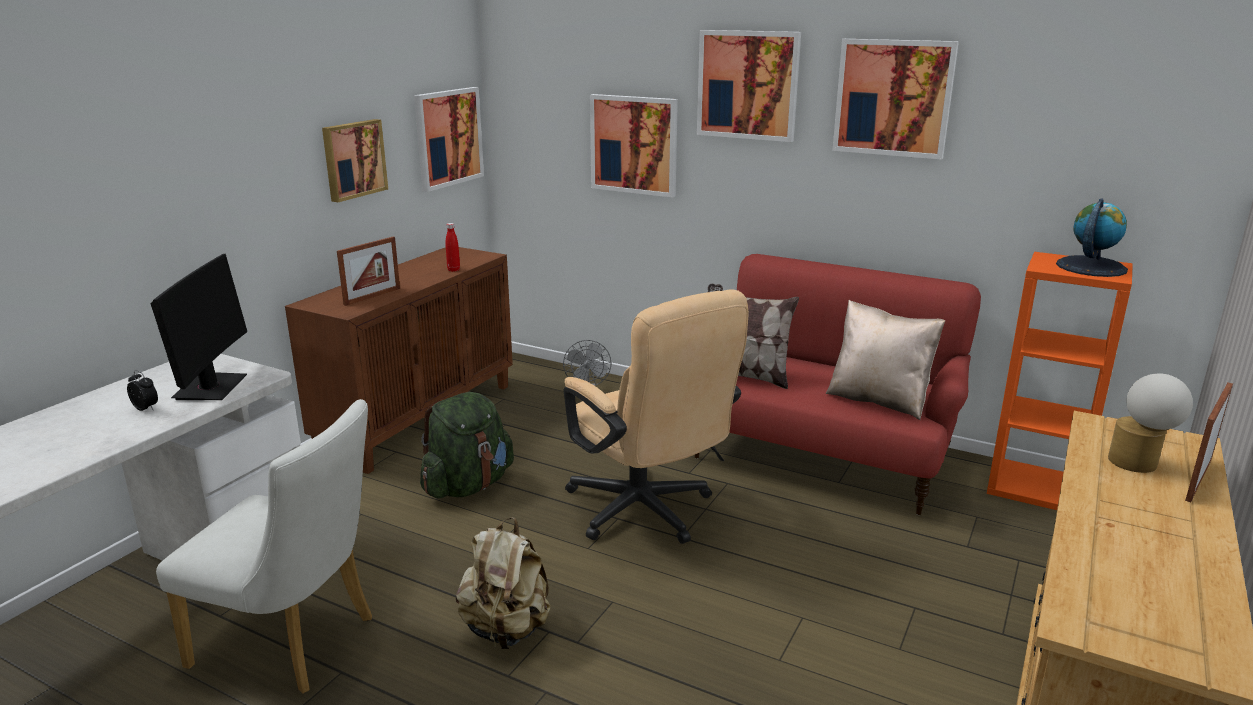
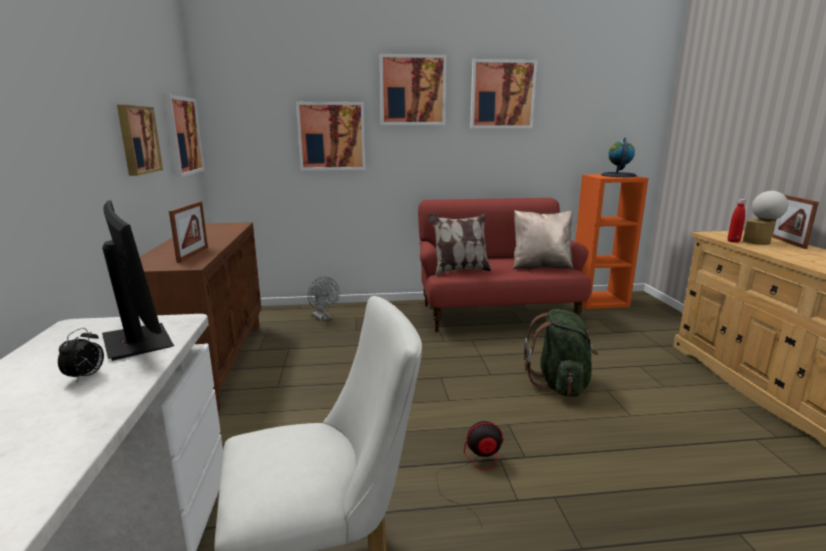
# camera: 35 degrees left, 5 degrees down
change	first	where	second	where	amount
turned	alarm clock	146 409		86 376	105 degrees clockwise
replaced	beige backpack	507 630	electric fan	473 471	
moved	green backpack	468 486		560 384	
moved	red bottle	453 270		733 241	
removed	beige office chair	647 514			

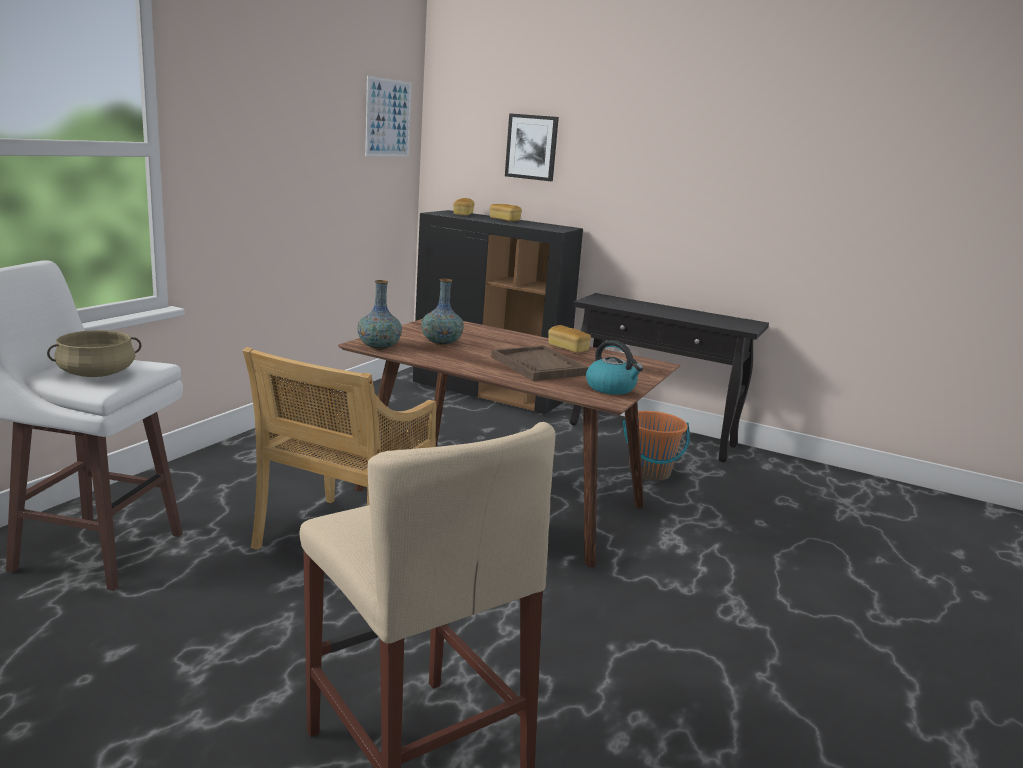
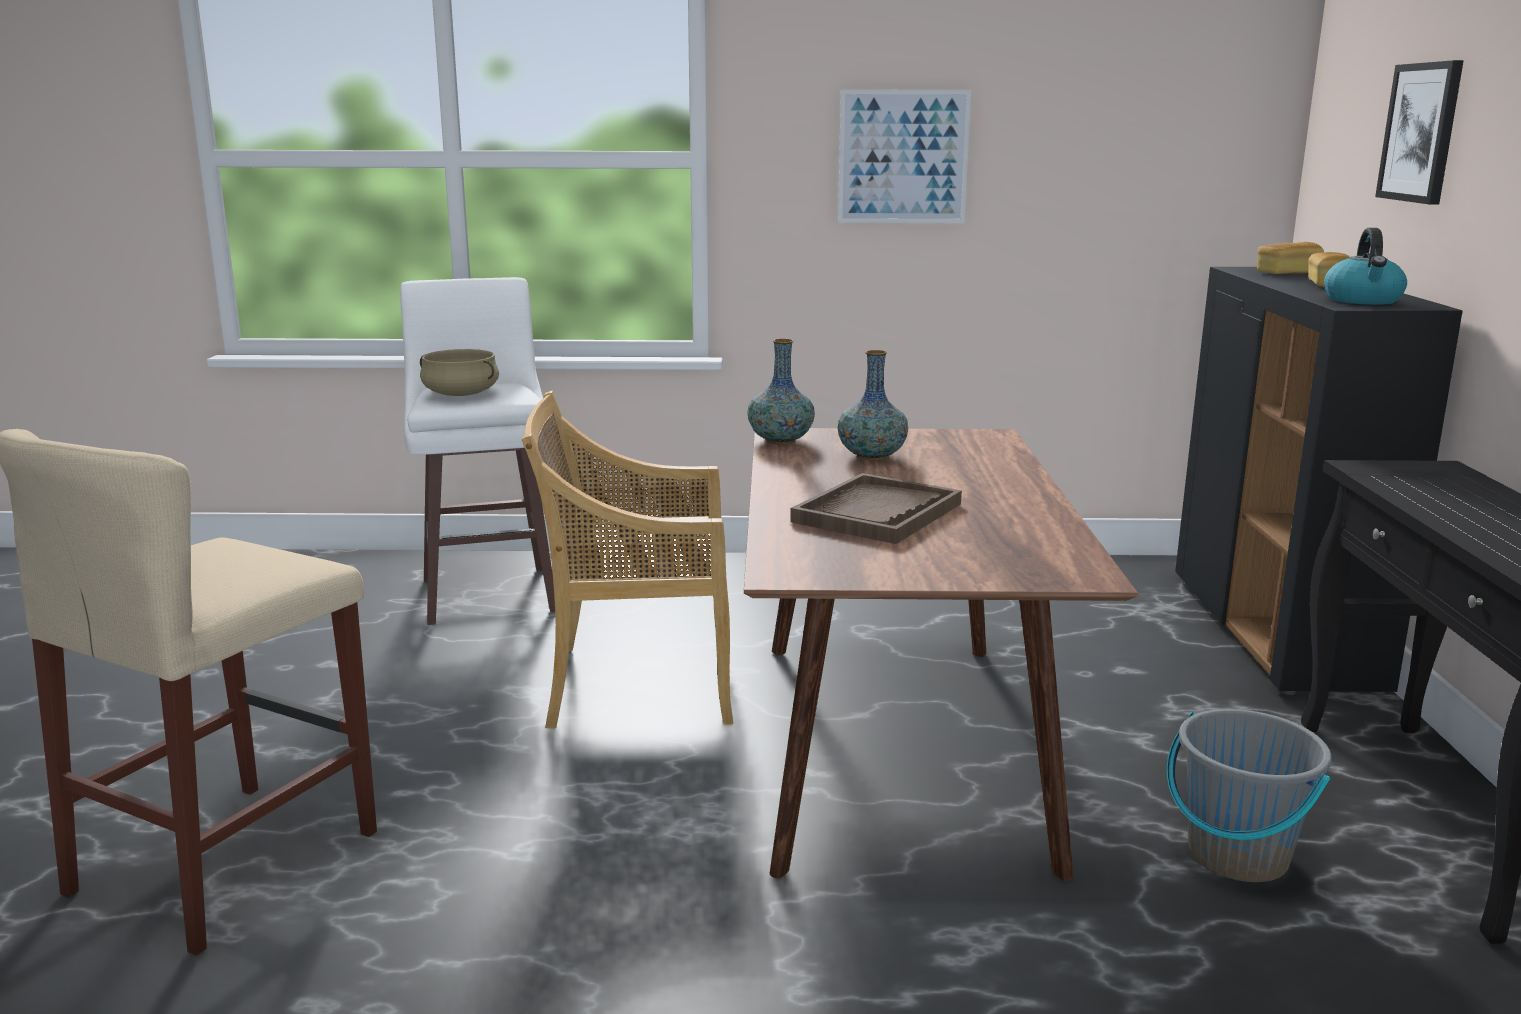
# camera: 65 degrees right, 0 degrees up
change	first	where	second	where	amount
moved	picture	388 118		903 157	
recoloured	orange pail	649 473	grey pail	1237 856	
moved	water kettle	611 388		1363 300	
removed	bakery bread	568 349			

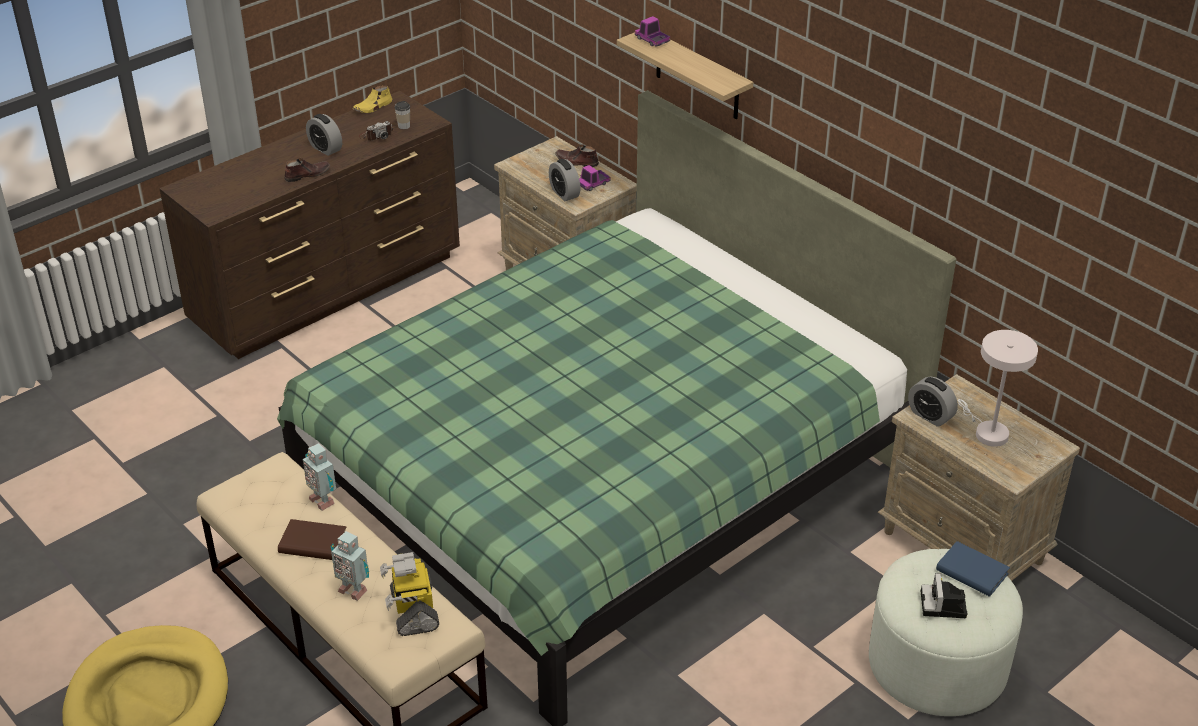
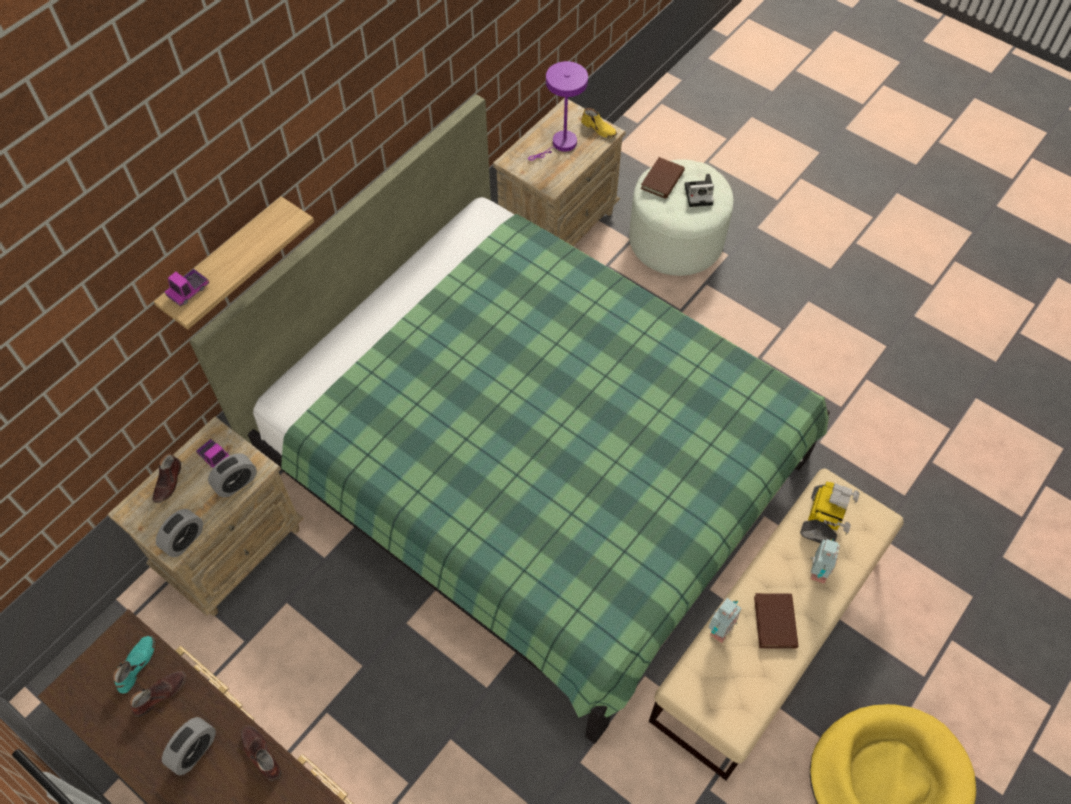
# camera: 100 degrees left, 20 degrees up
change	first	where	second	where	amount
replaced	drinking cup	404 126	turquoise low shoe	136 665	
replaced	photo camera	376 135	brownish low shoe	160 694	
moved	alarm clock	930 415		184 540	
recoloured	whitish table lamp	987 432	purple-coloured table lamp	561 145	
moved	yellow low shoe	373 107		599 129	
recoloured	blue bound book	971 572	brownish bound book	662 180	
turned	toy robot	413 610		823 520	45 degrees counterclockwise

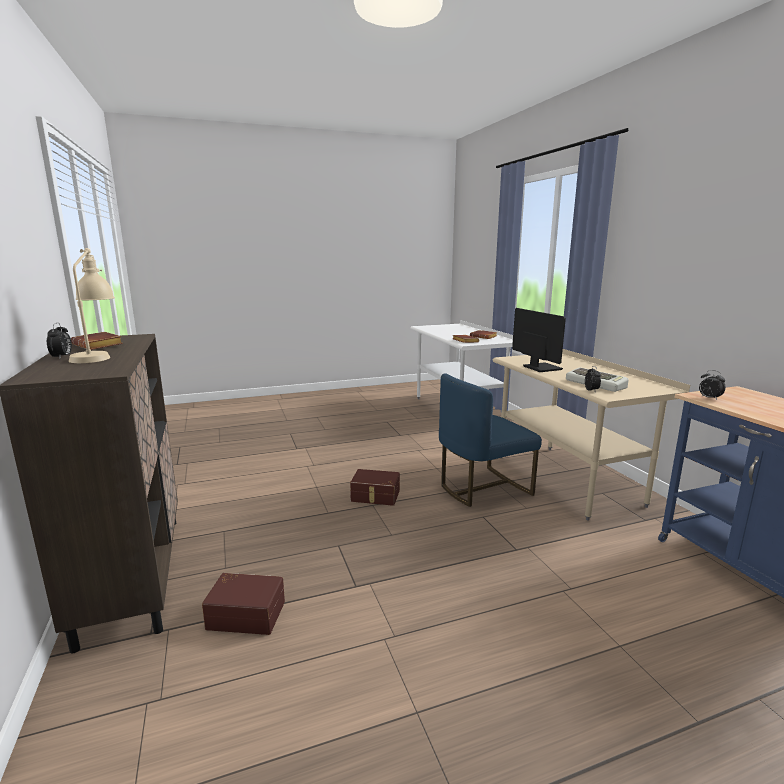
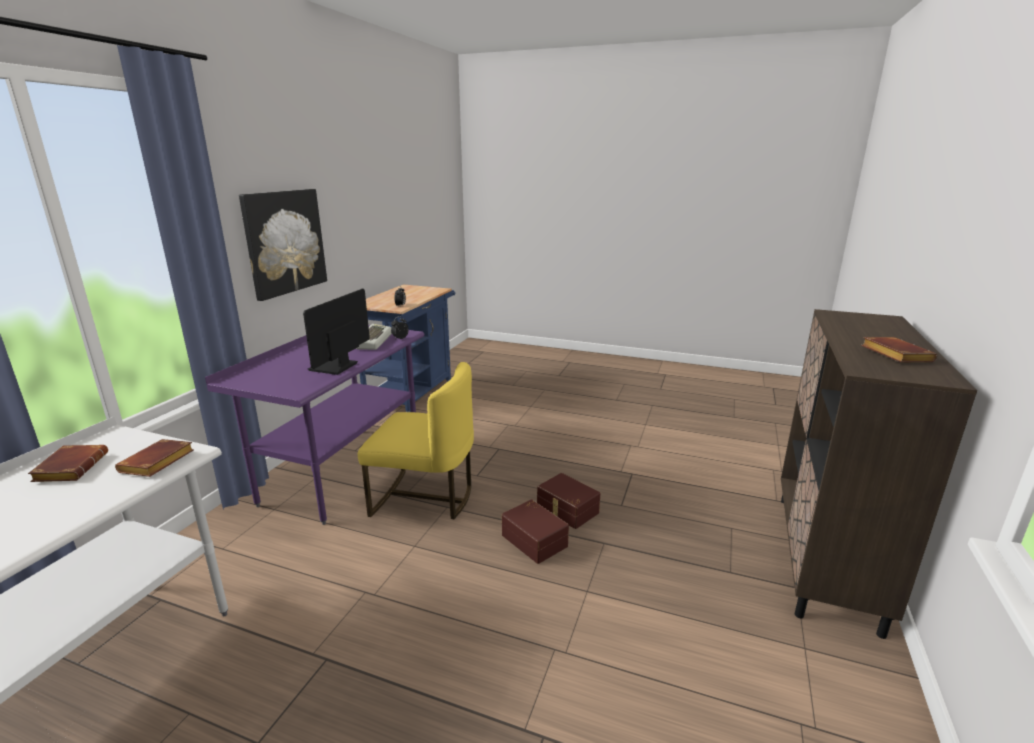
# camera: 140 degrees left, 5 degrees up
change	first	where	second	where	amount
recoloured	beige desk unit	566 479	purple-coloured desk unit	344 471	
added			picture	284 242	
recoloured	blue chair	482 488	yellow chair	424 498	
moved	brownish storage box	247 613		566 510	
removed	alarm clock	62 357			
removed	beige table lamp	97 356			

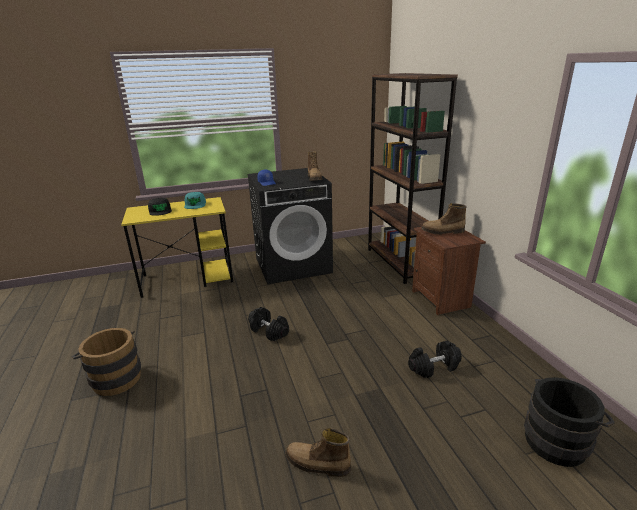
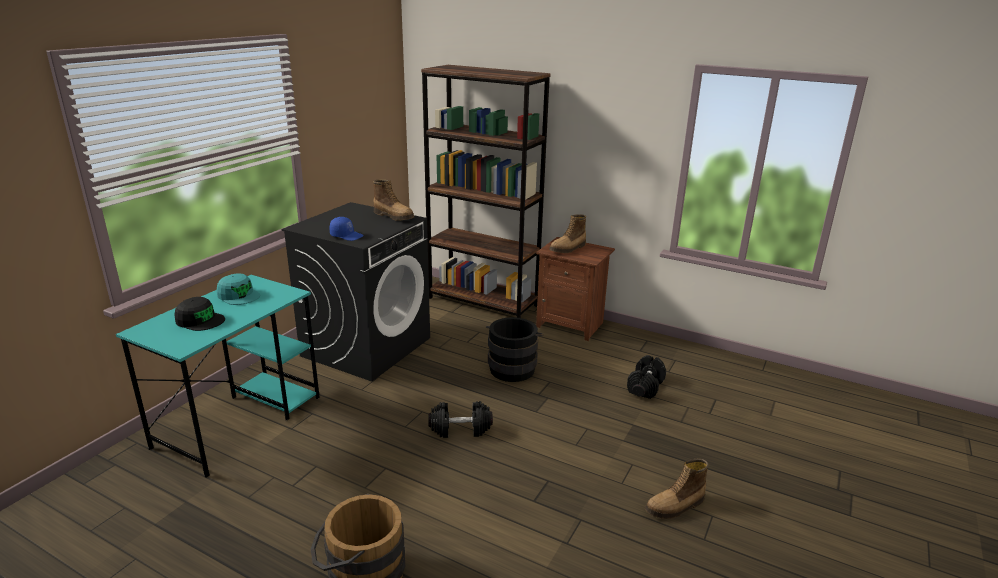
# camera: 45 degrees left, 0 degrees up
change	first	where	second	where	amount
recoloured	yellow desk unit	188 278	turquoise desk unit	240 421	
moved	black pail	558 439		513 367	

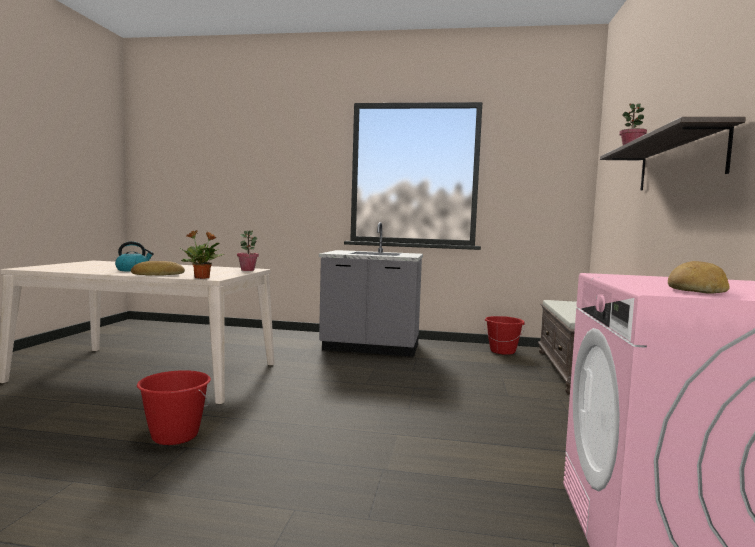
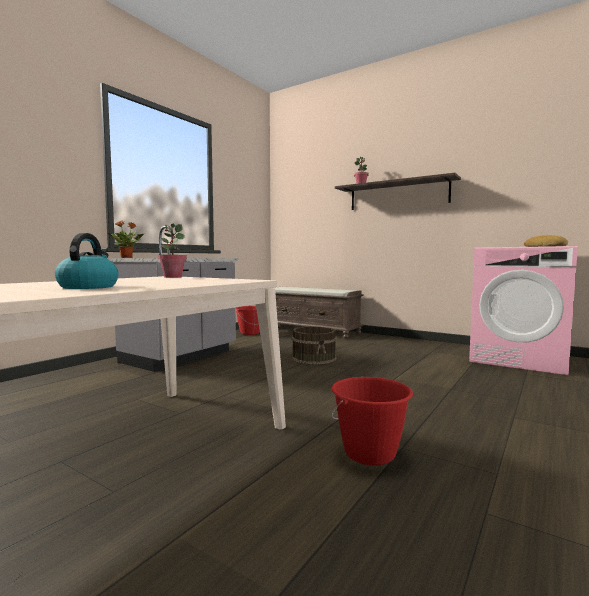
# camera: 65 degrees left, 0 degrees up
change	first	where	second	where	amount
moved	houseplant	202 278		127 257	
added			brownish pail	314 358	
removed	bakery bread	157 274			

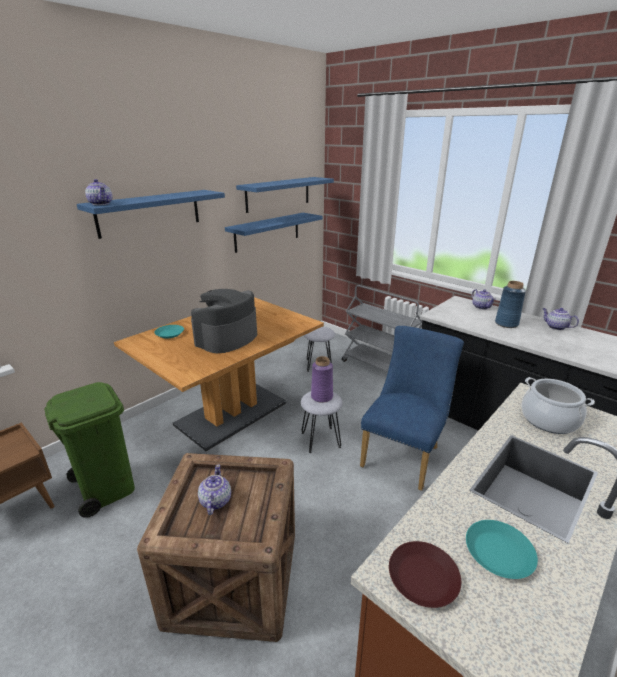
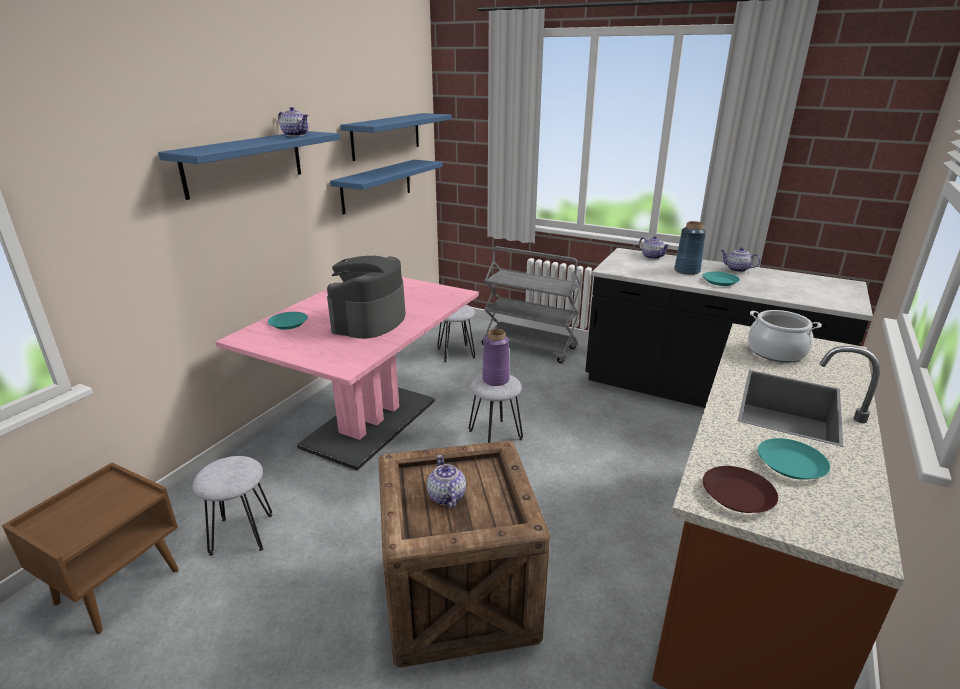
# camera: 15 degrees left, 0 degrees up
change	first	where	second	where	amount
replaced	green trash can	106 487	grey stool	241 534	
recoloured	brownish kitchen table	231 414	pink kitchen table	370 423	
moved	tea pot	101 203		295 135	
added			turquoise dinner plate	719 281	
removed	blue chair	404 454			

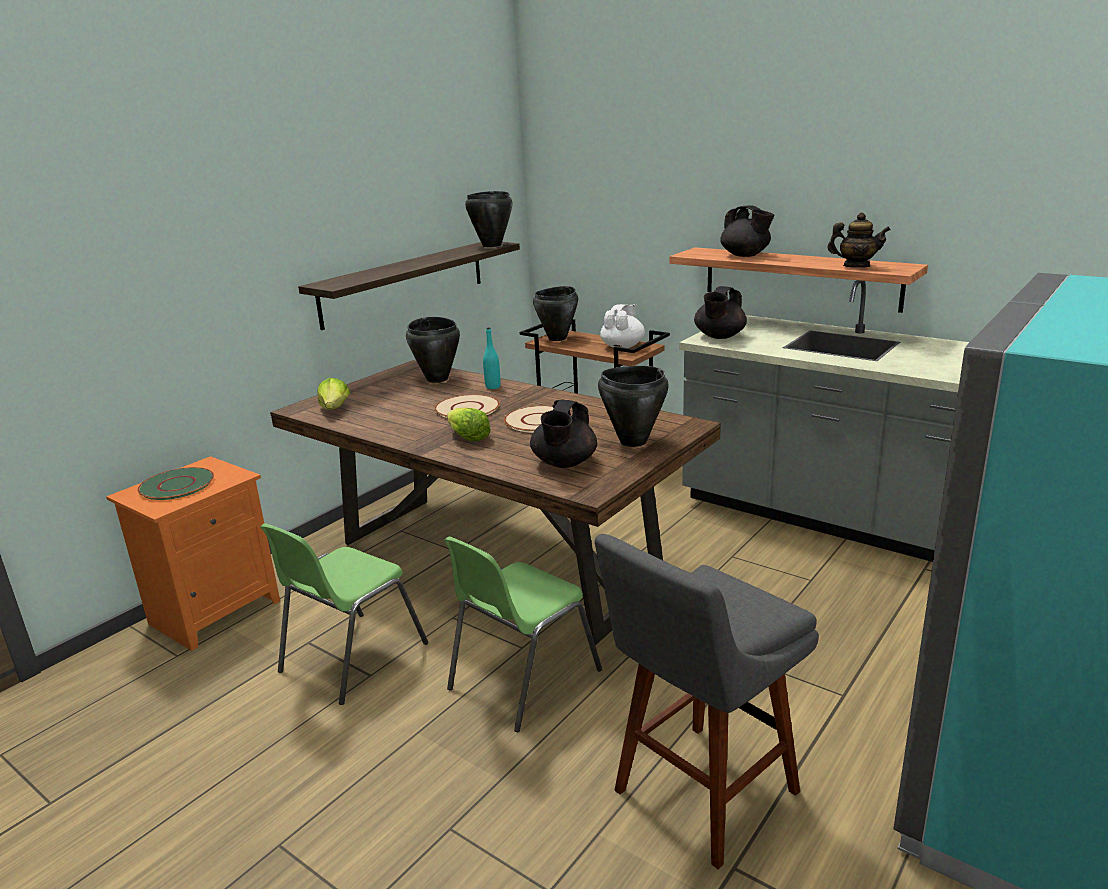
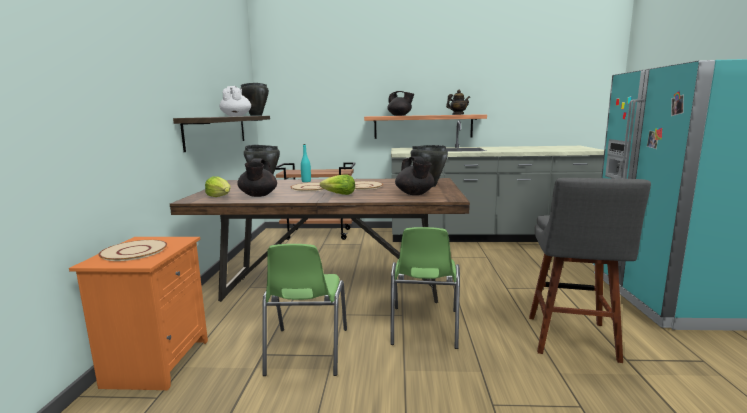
# camera: 35 degrees left, 10 degrees down
change	first	where	second	where	amount
recoloured	green dinner plate	177 485	beige dinner plate	134 251	
moved	whitish tea pot	623 346		236 116	
moved	black tea pot	719 336		258 195	
removed	black saucepot	558 338			

